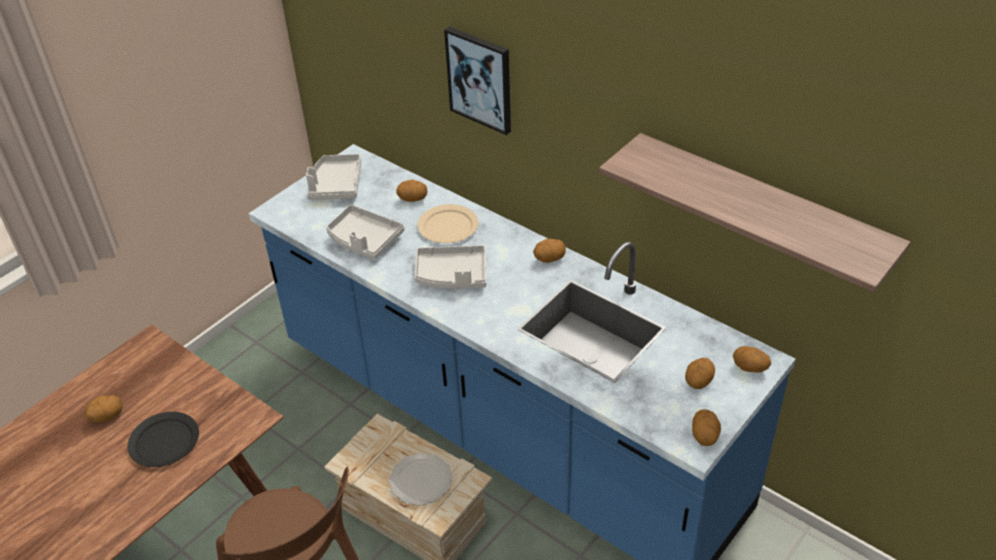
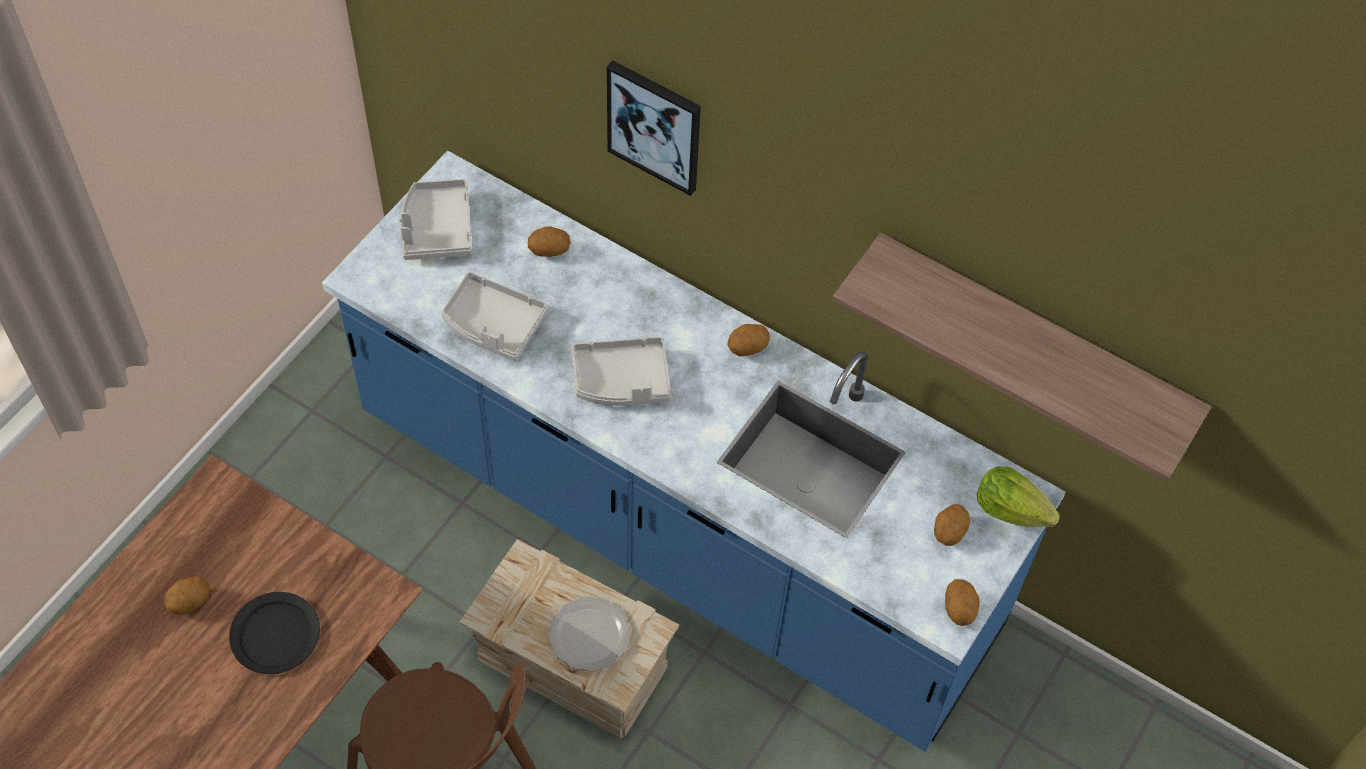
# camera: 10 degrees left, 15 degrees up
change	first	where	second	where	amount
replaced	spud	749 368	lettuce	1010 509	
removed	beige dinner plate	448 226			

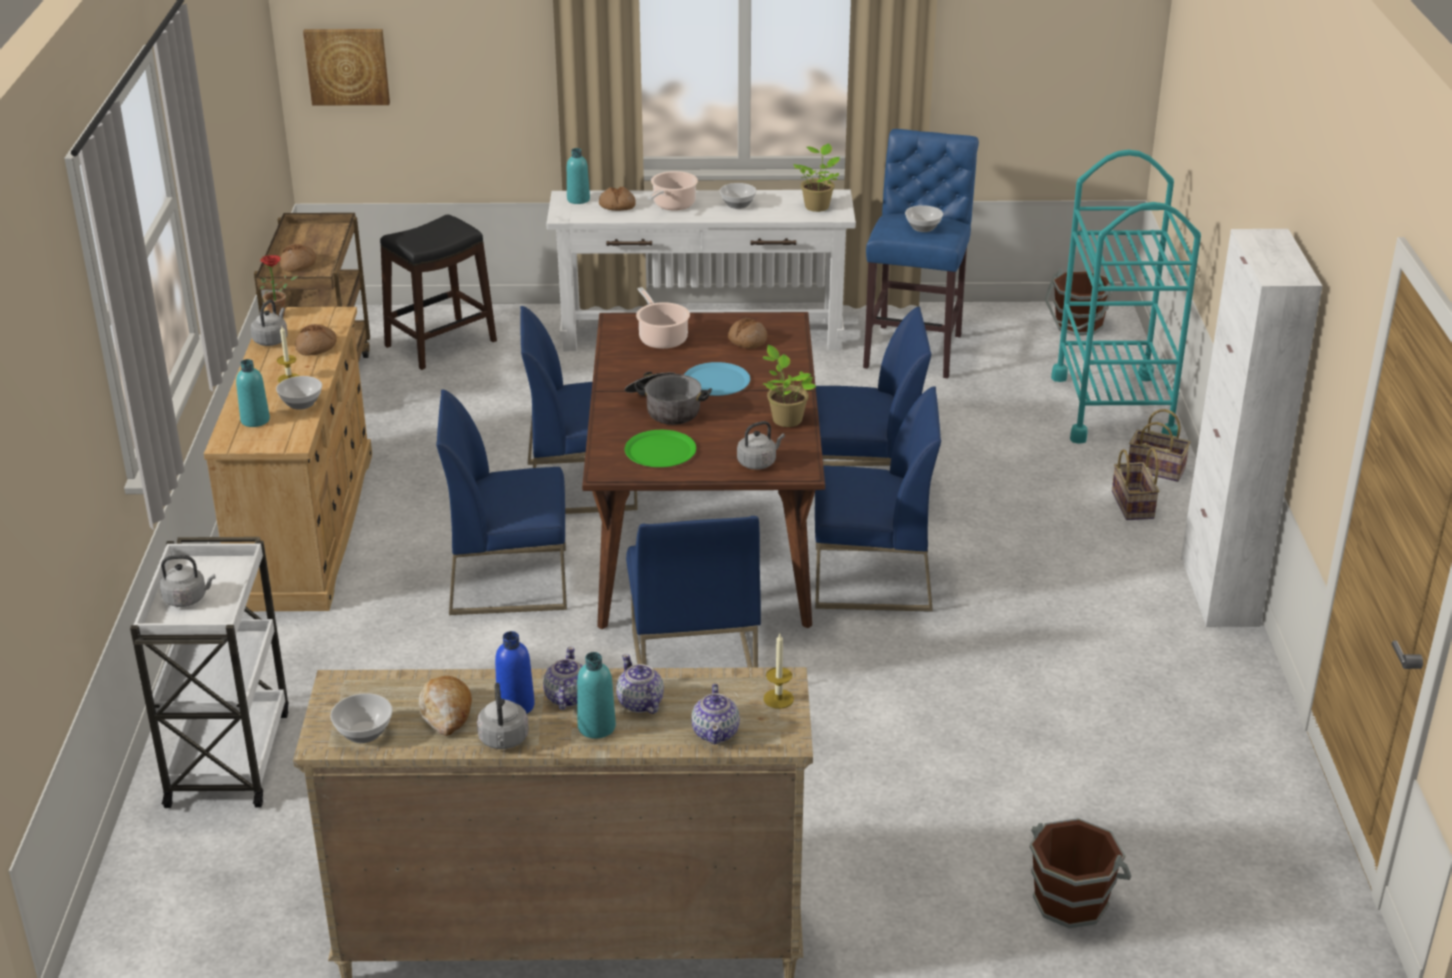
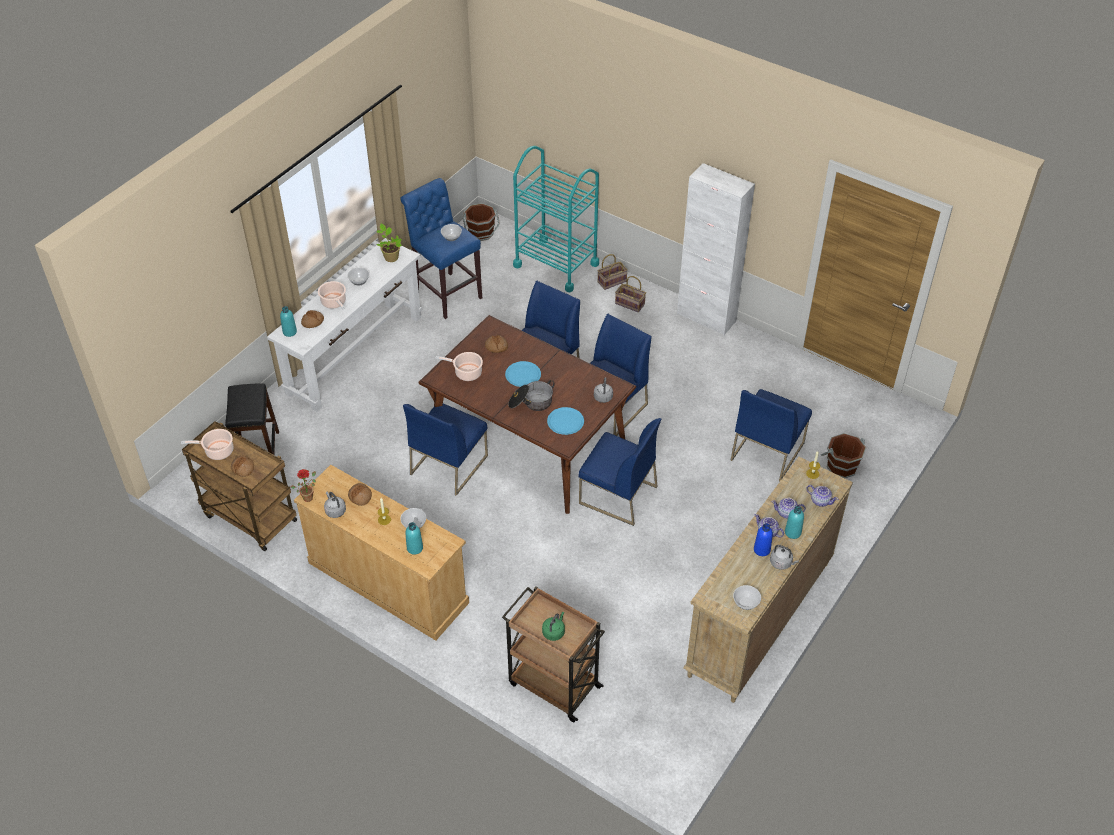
# camera: 55 degrees left, 15 degrees up
change	first	where	second	where	amount
added			saucepot	217 451	
recoloured	whitish trolley	229 756	brownish trolley	553 684	
recoloured	grey water kettle	188 599	green water kettle	554 632	
recoloured	green dinner plate	660 450	blue dinner plate	565 421	
moved	blue chair	510 580		767 451	
removed	picture	347 66			
removed	bakery bread	446 712			
removed	houseplant	785 419			

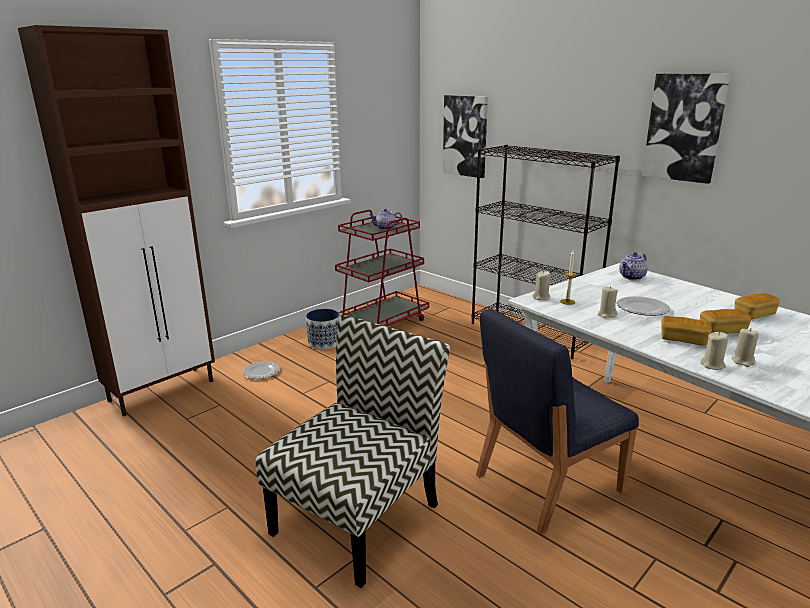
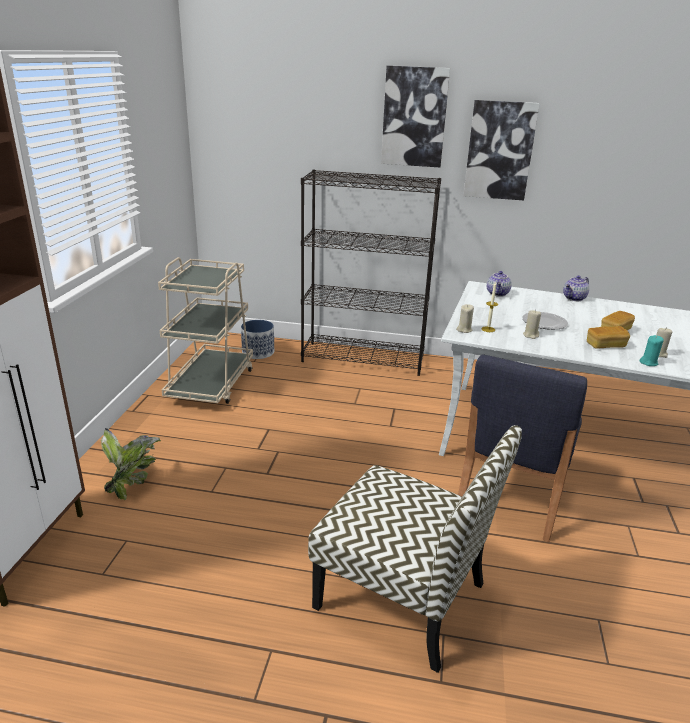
# camera: 35 degrees left, 5 degrees up
change	first	where	second	where	amount
replaced	dinner plate	261 371	houseplant	133 482	
recoloured	red trolley	382 323	beige trolley	211 384	
moved	plant pot	325 342		258 352	
turned	chair	357 516		403 596	120 degrees clockwise
moved	picture	465 136		414 117	
moved	tea pot	385 228		574 298	
recoloured	beige candle	712 365	turquoise candle	648 362	
removed	bakery bread	754 315			

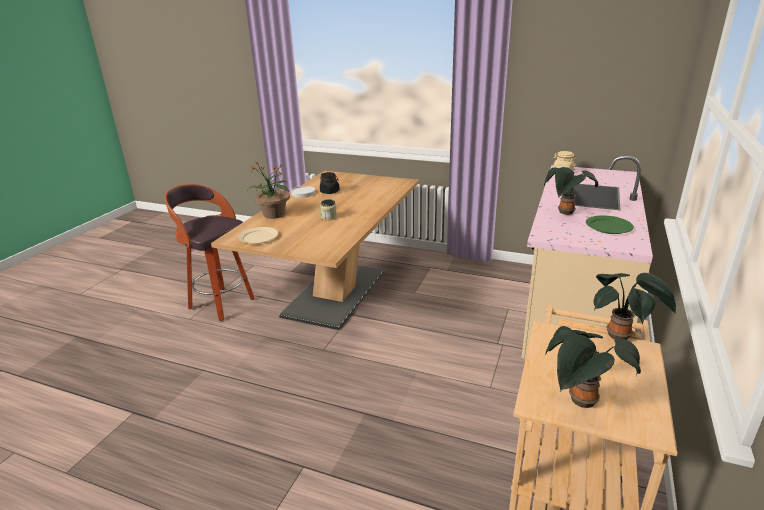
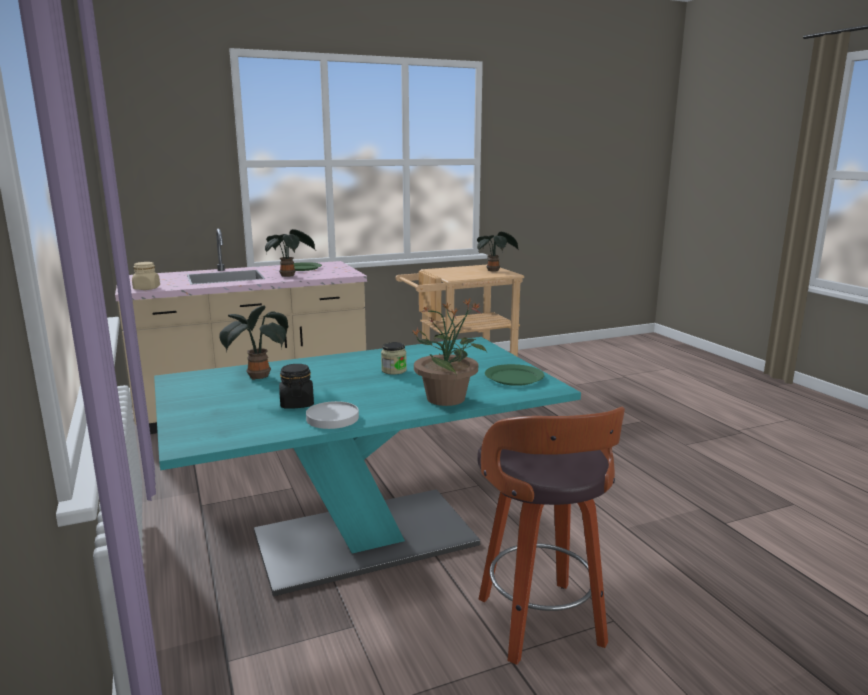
# camera: 135 degrees left, 10 degrees down
change	first	where	second	where	amount
recoloured	brownish kitchen table	335 293	turquoise kitchen table	365 538	
moved	houseplant	621 336		258 376	
recoloured	beige dinner plate	259 237	green dinner plate	514 377	

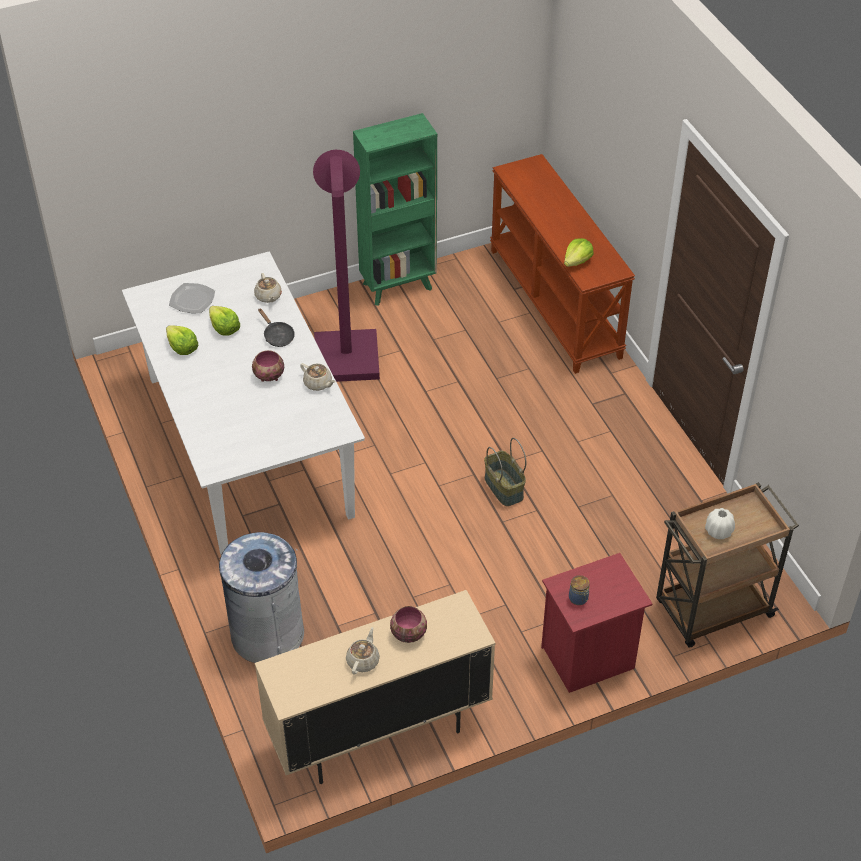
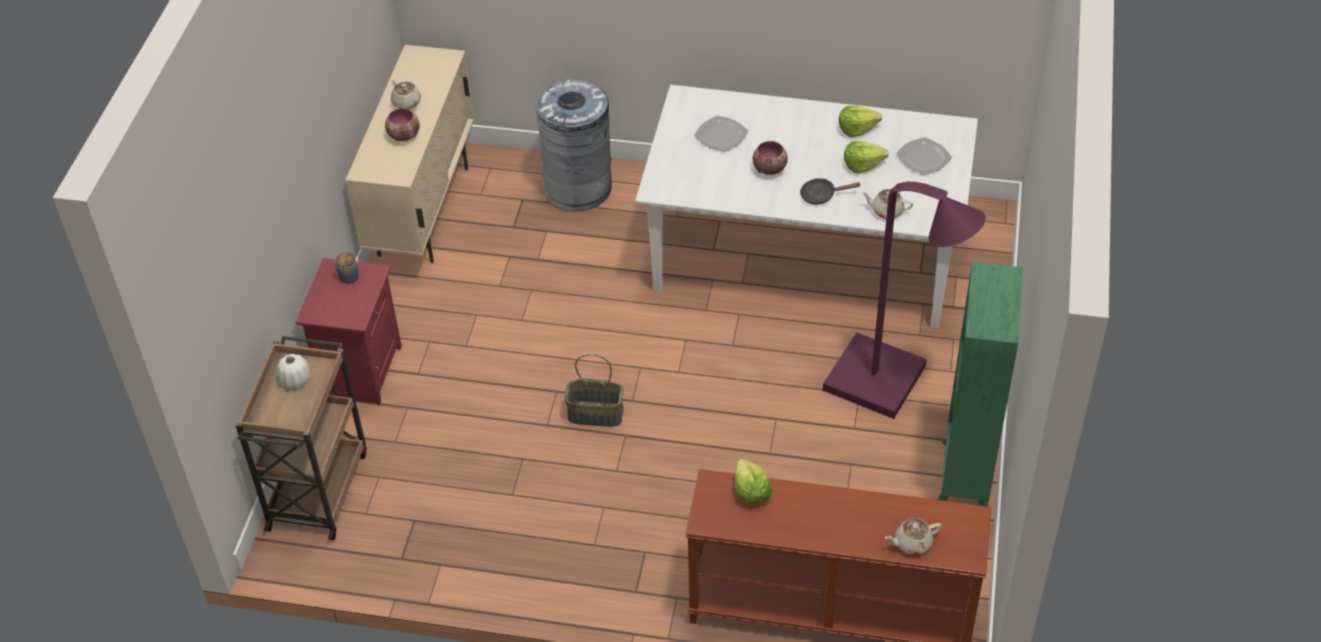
# camera: 125 degrees right, 0 degrees up
change	first	where	second	where	amount
added			dinner plate	721 135	
moved	beige tea pot	318 384		912 543	

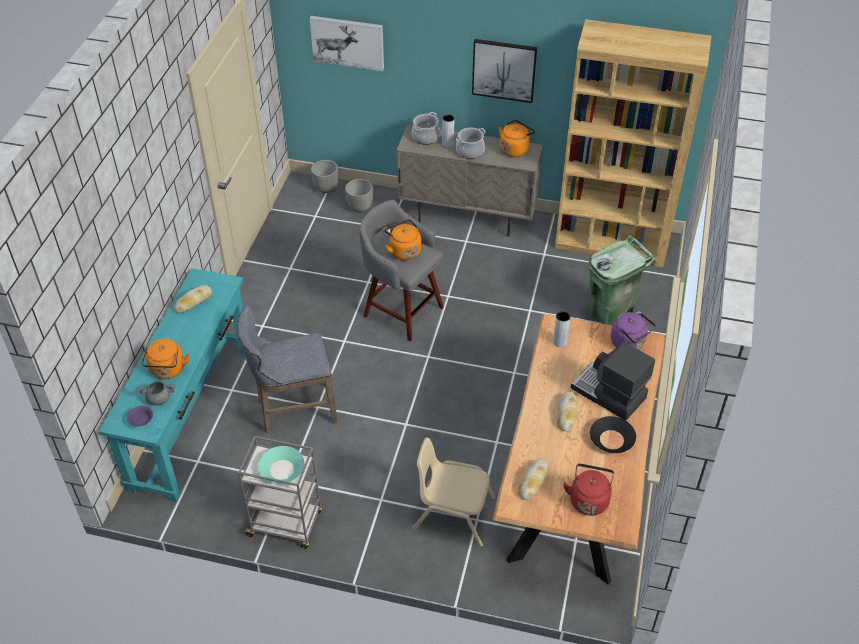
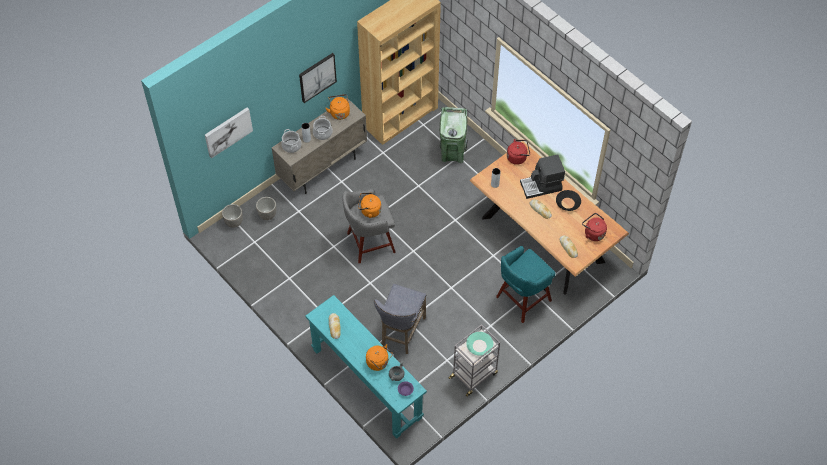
# camera: 55 degrees left, 10 degrees up
change	first	where	second	where	amount
replaced	beige chair	453 514	turquoise stool	522 299	
recoloured	purple-coloured water kettle	629 343	red water kettle	518 157	

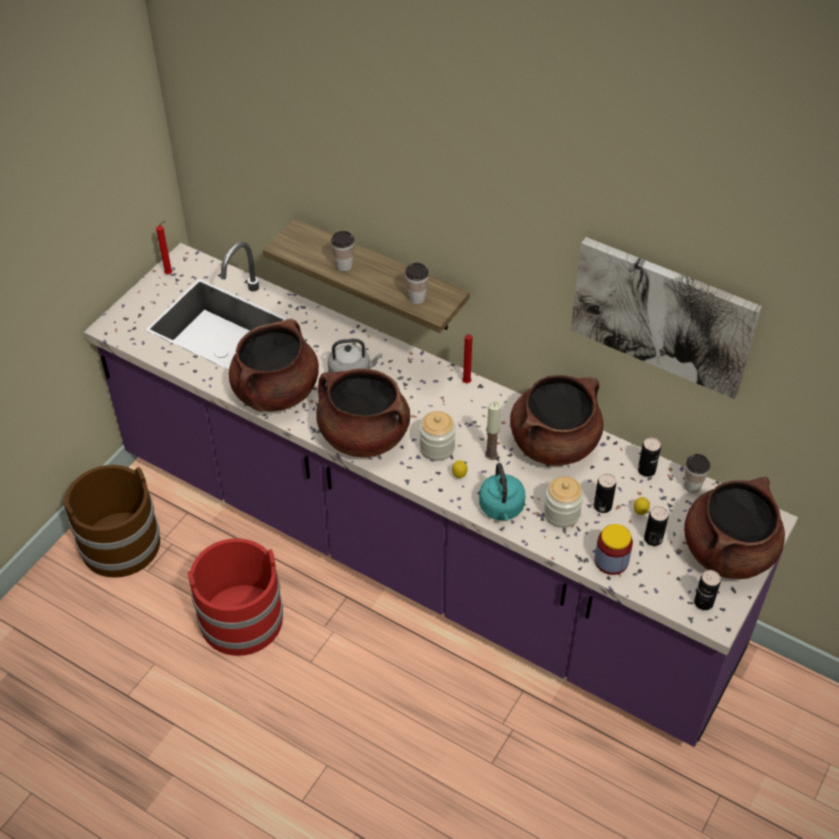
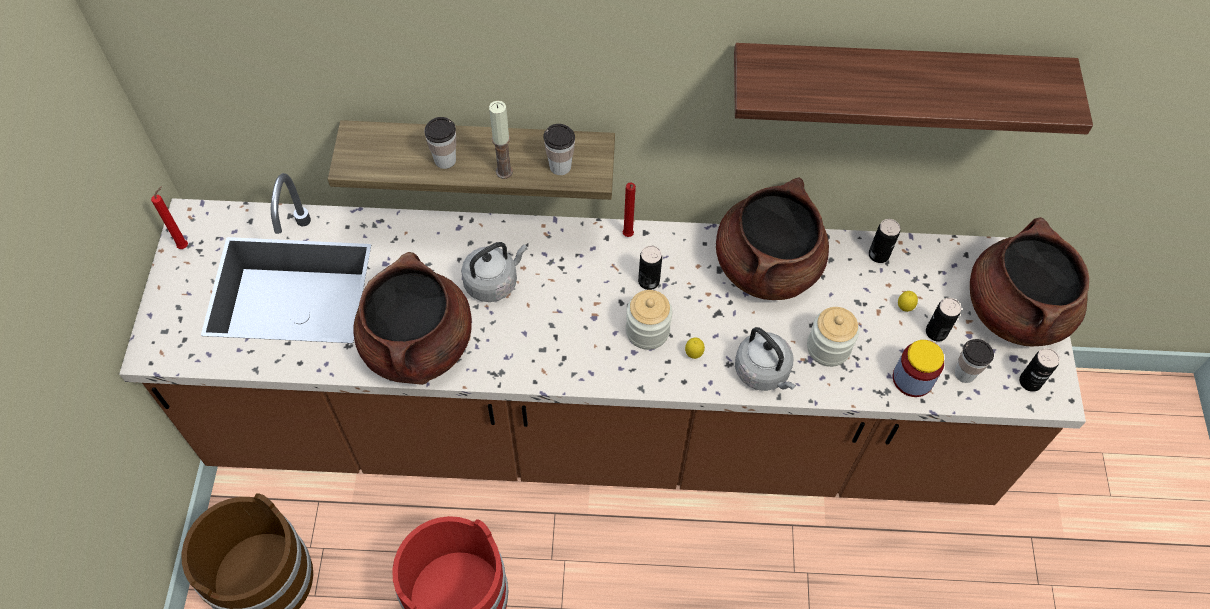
# camera: 30 degrees left, 10 degrees up
change	first	where	second	where	amount
recoloured	purple-coloured kitchen counter	419 555	brownish kitchen counter	601 427	
moved	candle	491 454		504 171	
moved	sealed can	602 506		649 281	
replaced	picture	662 315	wall shelf	895 82	
recoloured	turquoise water kettle	501 509	grey water kettle	763 373	
moved	drinking cup	692 486		964 373	
removed	brownish saucepot	363 436			

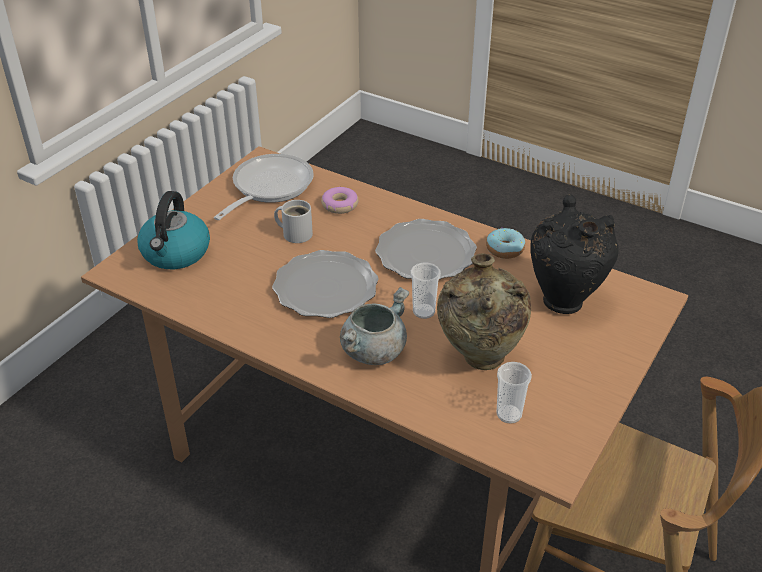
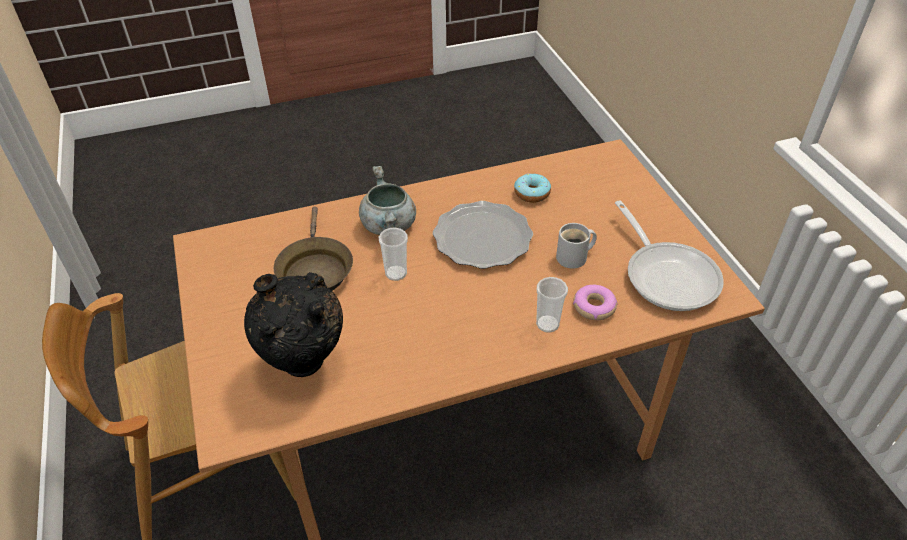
# camera: 130 degrees right, 5 degrees up
change	first	where	second	where	amount
replaced	beige vase	479 361	brownish pan	314 269	
moved	ring doughnut	505 249		532 193	
moved	drinking cup	509 414		547 324	
removed	water kettle	176 253			
removed	dinner plate	426 254			

